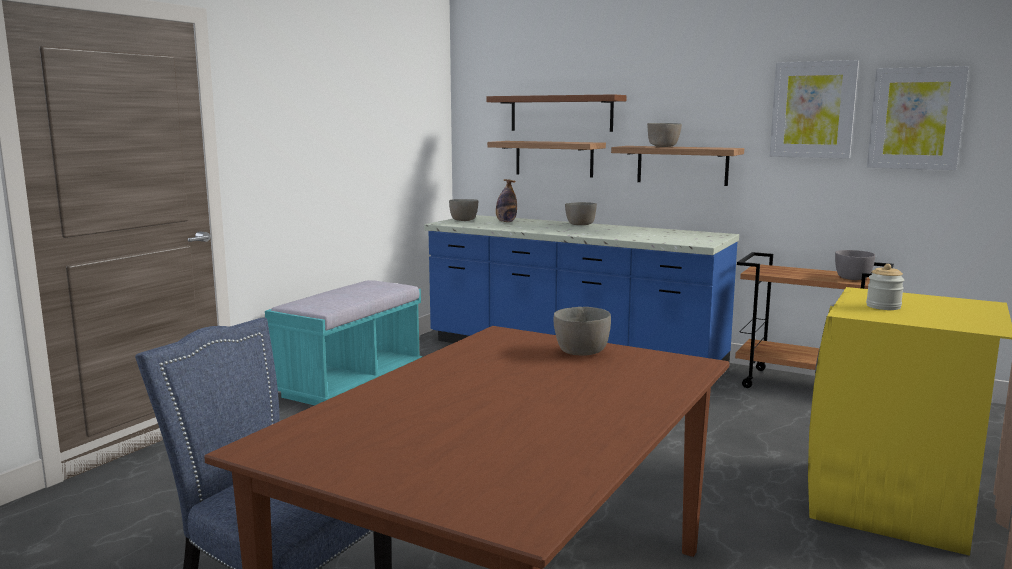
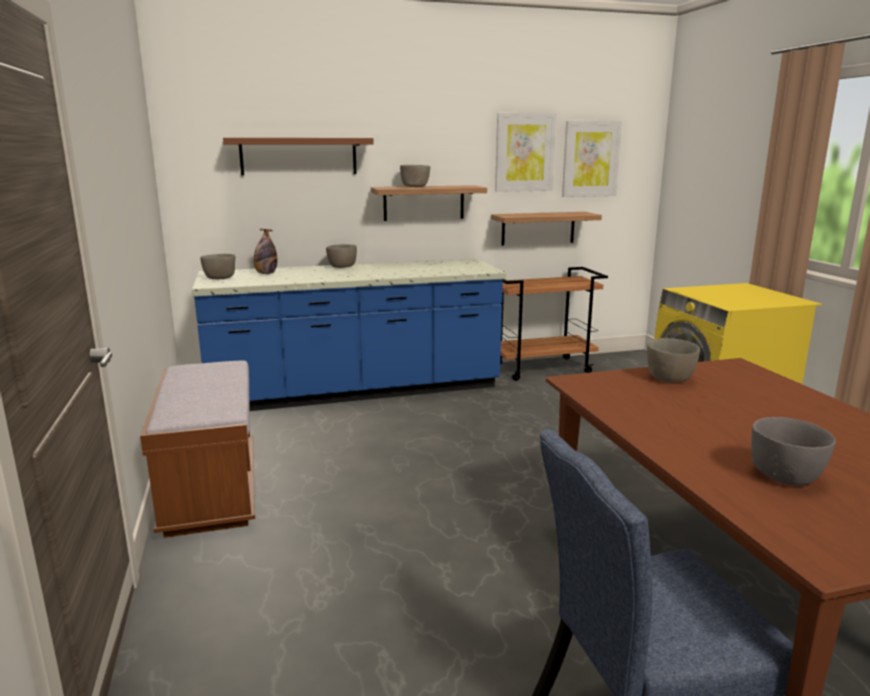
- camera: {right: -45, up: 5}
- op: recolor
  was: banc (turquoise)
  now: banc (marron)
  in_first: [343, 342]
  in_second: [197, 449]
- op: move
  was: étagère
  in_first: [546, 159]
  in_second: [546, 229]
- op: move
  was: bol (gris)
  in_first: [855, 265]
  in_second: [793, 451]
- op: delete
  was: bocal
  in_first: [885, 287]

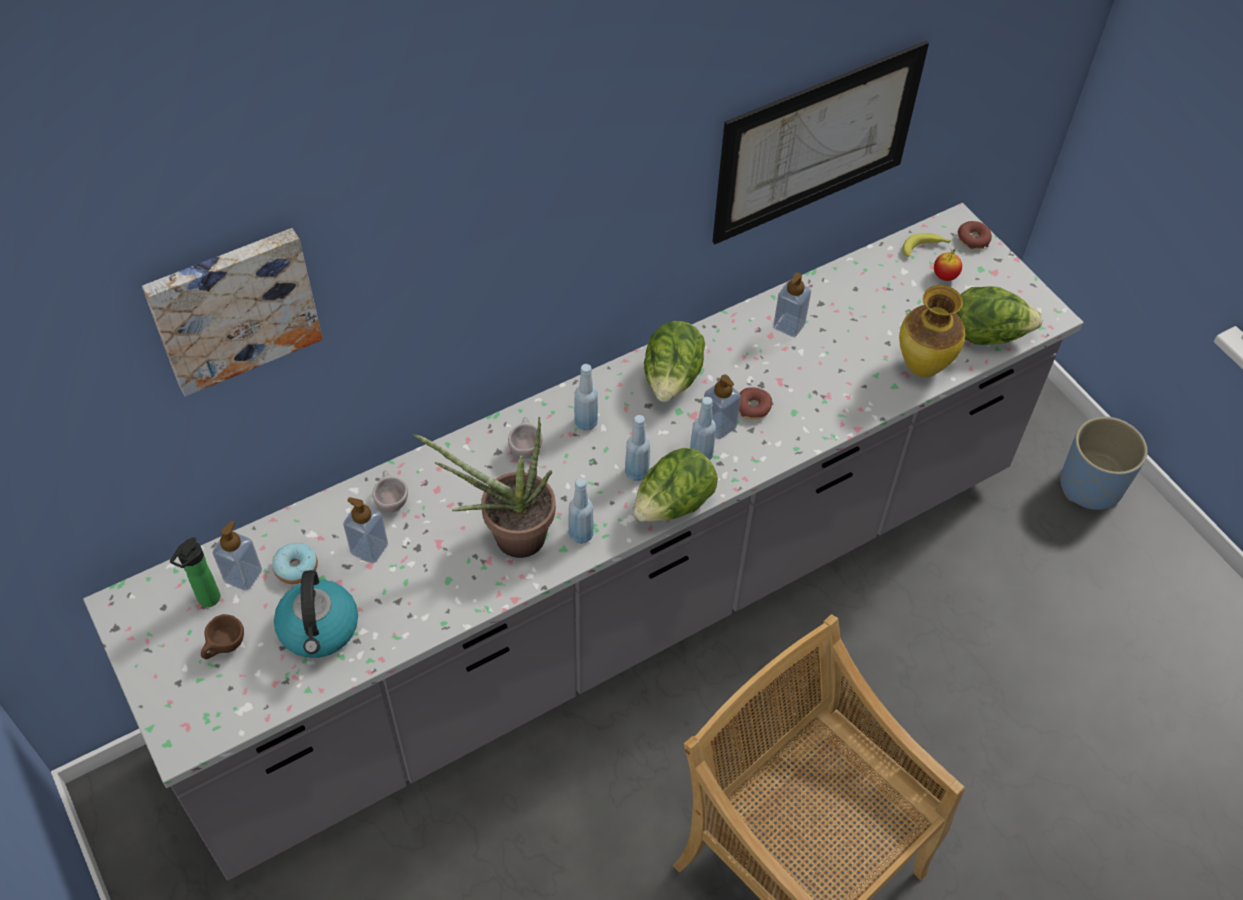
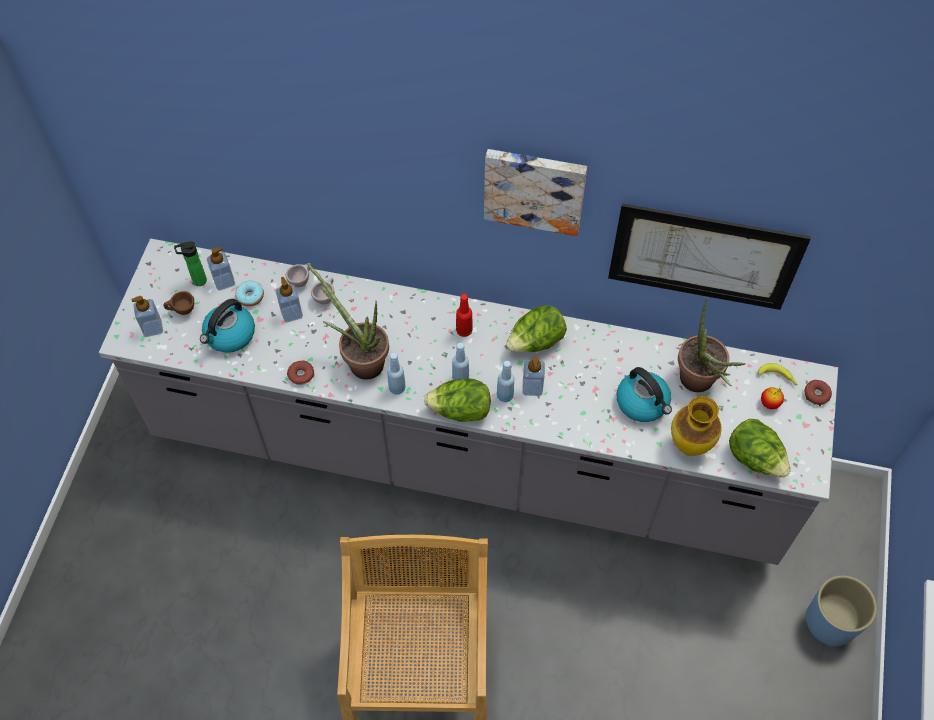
- camera: {right: 45, up: 5}
- op: move
  was: tableau
  in_first: [232, 312]
  in_second: [535, 192]
- op: move
  was: tasse (beige)
  in_first: [525, 437]
  in_second: [299, 275]
- op: recolor
  was: bouteille (bleu)
  now: bouteille (rouge)
  in_first: [586, 397]
  in_second: [464, 315]
- op: move
  was: beignet
  in_first: [755, 403]
  in_second: [300, 373]
- op: move
  was: distributeur de savon
  in_first: [792, 305]
  in_second: [147, 316]
- op: insert
  now: bouilloire
  in_second: [644, 394]
- op: insert
  now: plante en pot
  in_second: [712, 344]

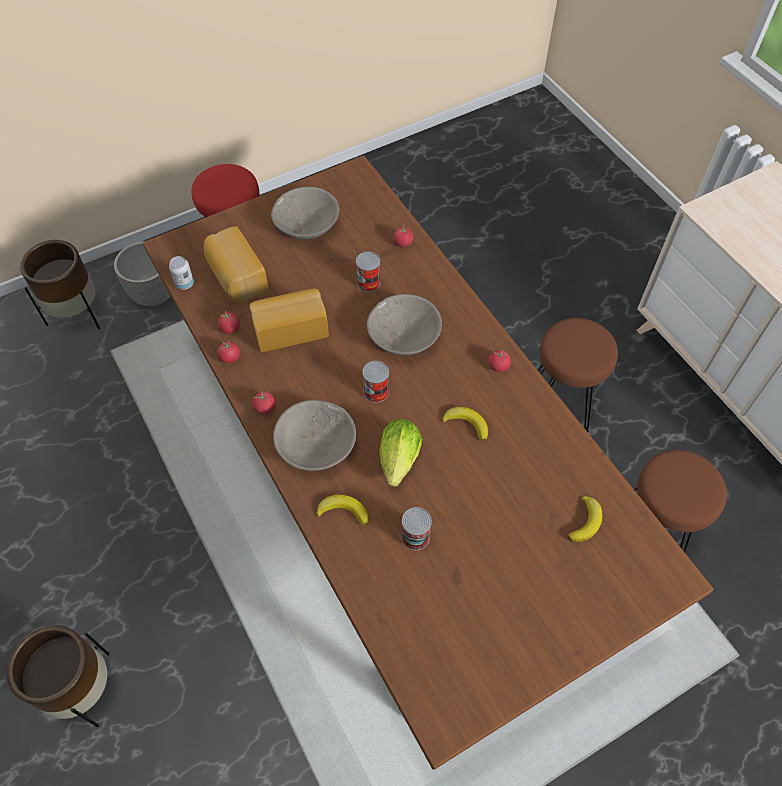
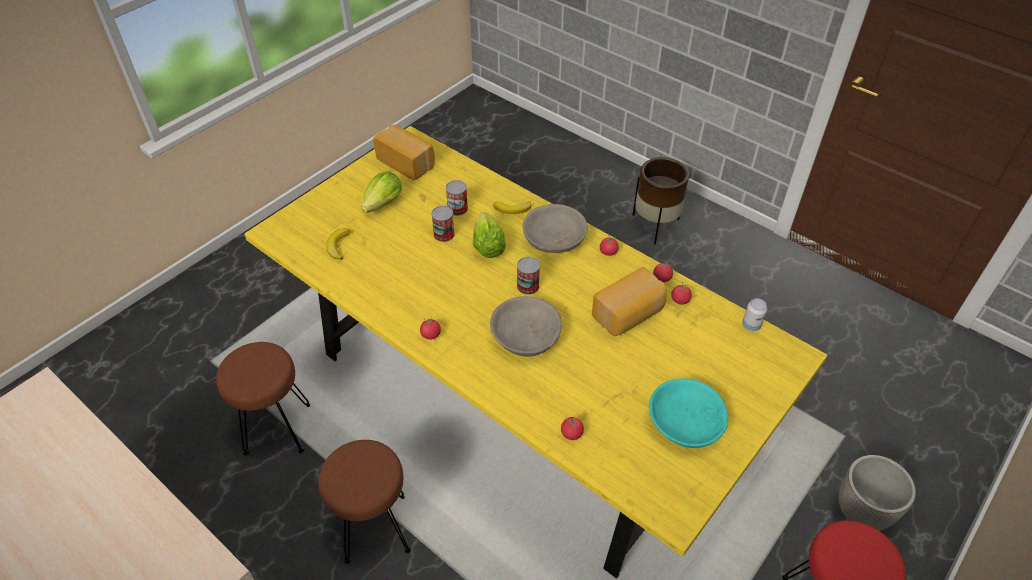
- camera: {right: 160, up: -10}
- op: delete
  was: cache-pot (marron)
  in_first: [60, 284]
- op: recolor
  was: table à manger (marron)
  now: table à manger (jaune)
  in_first: [428, 462]
  in_second: [535, 352]
- op: move
  was: pain
  in_first: [236, 264]
  in_second: [404, 152]
- op: recolor
  was: bol (gris)
  now: bol (turquoise)
  in_first: [305, 213]
  in_second: [688, 413]
- op: move
  was: boîte métallique
  in_first: [368, 272]
  in_second: [443, 224]
- op: delete
  was: banane
  in_first: [465, 424]
- op: insert
  now: laitue
  in_second: [381, 192]

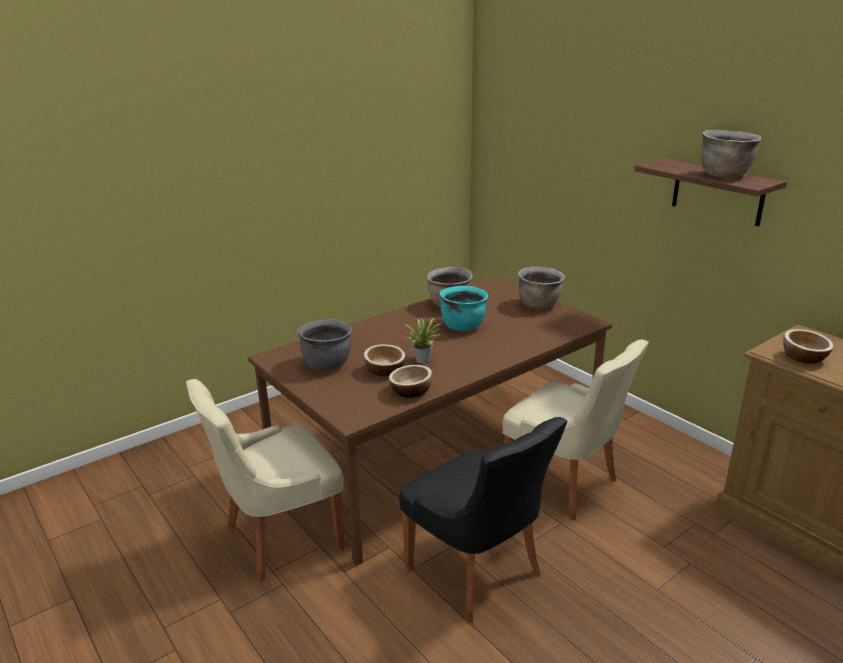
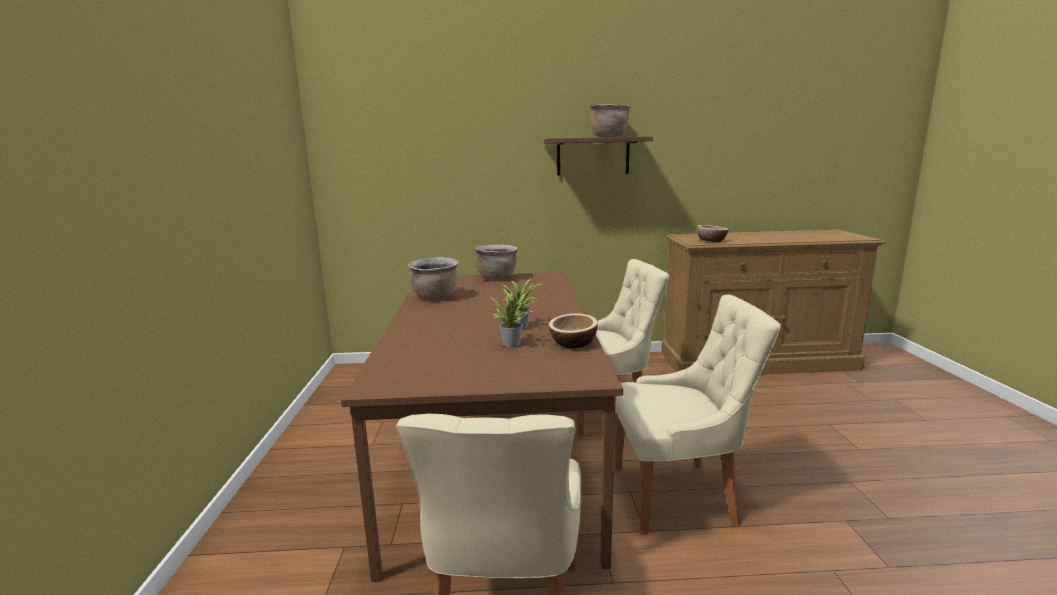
- camera: {right: -55, up: -10}
- op: delete
  was: marmite (gris)
  in_first: [324, 345]
- op: replace
  was: bol
  now: plante en pot
  in_first: [384, 360]
  in_second: [512, 319]
- op: recolor
  was: chaise (noir)
  now: chaise (beige)
  in_first: [483, 519]
  in_second: [698, 414]
- op: delete
  was: marmite (turquoise)
  in_first: [463, 308]

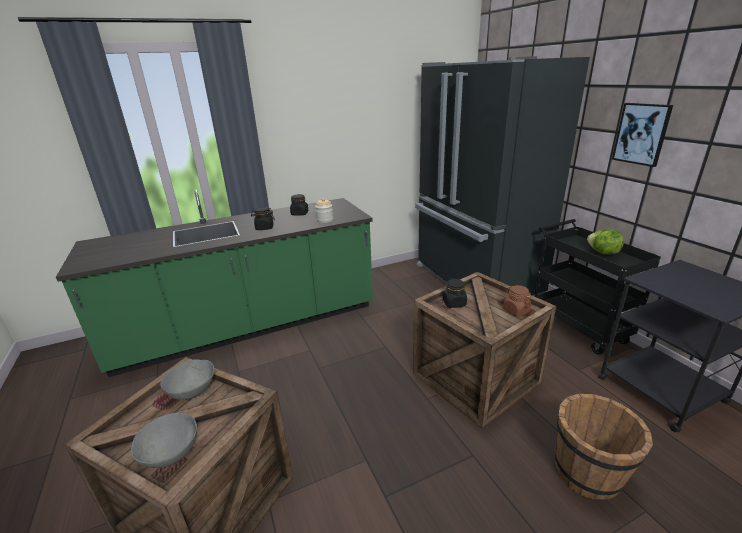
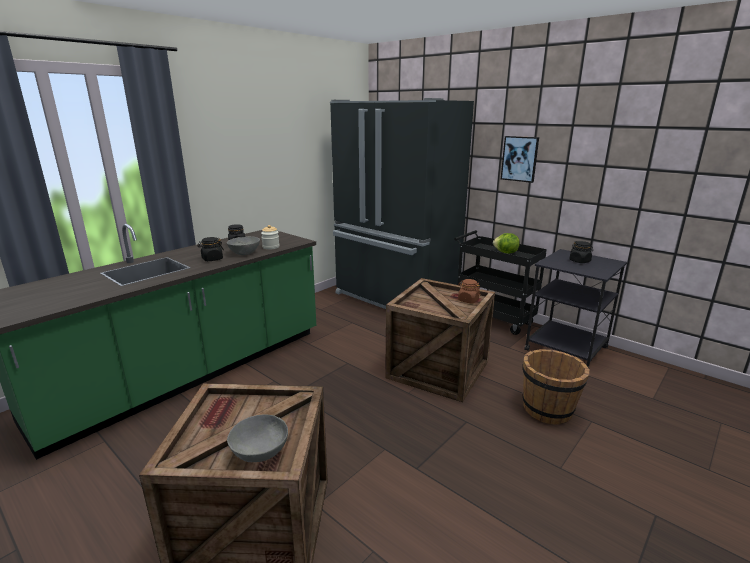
- camera: {right: -25, up: -5}
- op: move
  was: bol (gris)
  in_first: [187, 380]
  in_second: [243, 245]
- op: move
  was: bocal (noir)
  in_first: [455, 293]
  in_second: [581, 252]

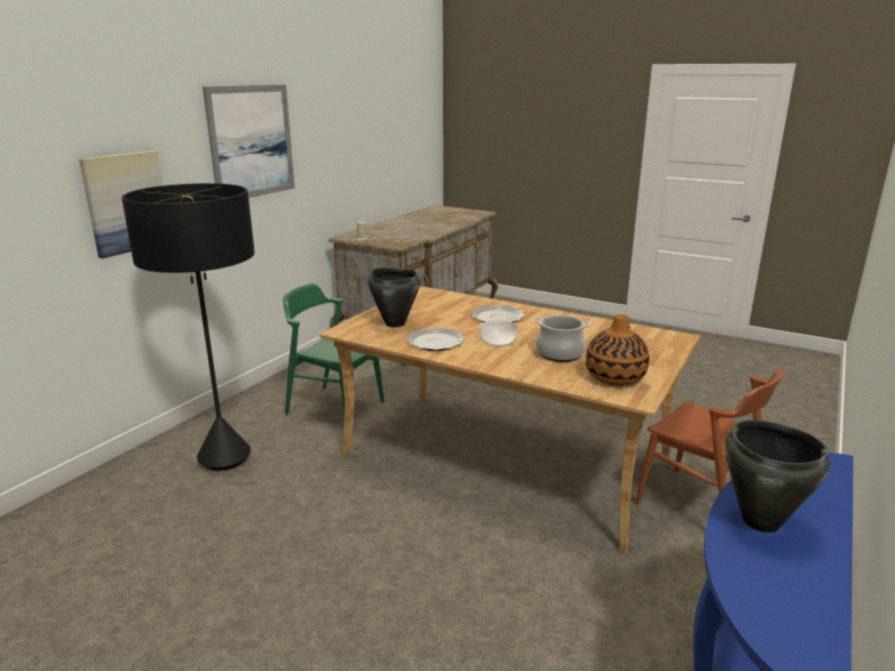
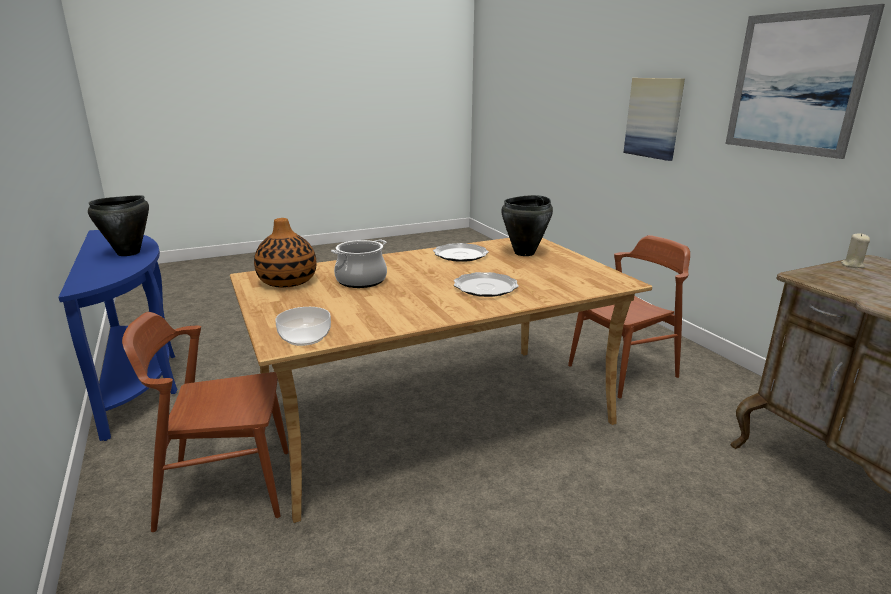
- camera: {right: 125, up: 0}
- op: delete
  was: lampadaire (noir)
  in_first: [188, 327]
- op: recolor
  was: chaise (vert)
  now: chaise (marron)
  in_first: [333, 350]
  in_second: [629, 317]
- op: move
  was: bol
  in_first: [499, 333]
  in_second: [303, 326]

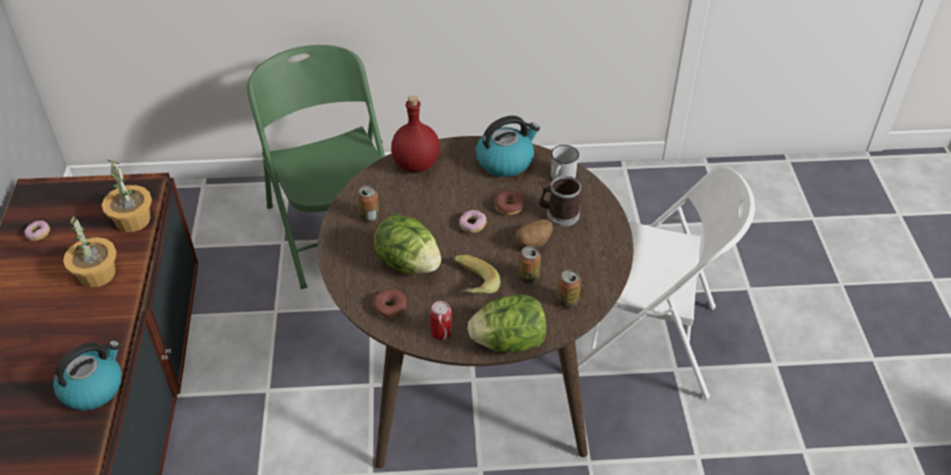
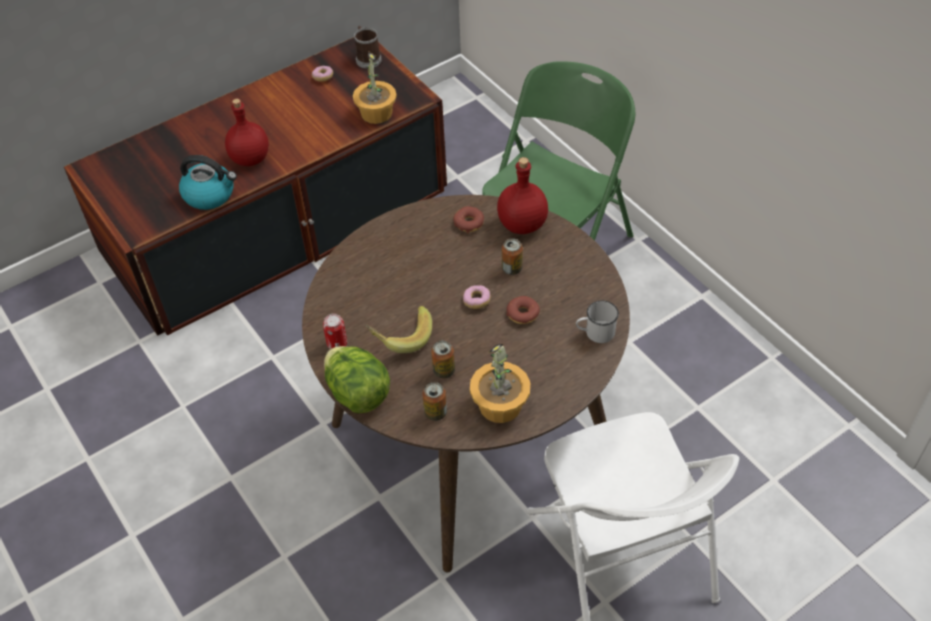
- camera: {right: 60, up: 5}
- op: move
  was: plante en pot
  in_first: [90, 250]
  in_second: [500, 383]
- op: move
  was: boîte métallique
  in_first: [368, 203]
  in_second: [512, 256]
- op: move
  was: beignet
  in_first: [390, 303]
  in_second: [468, 219]
- op: delete
  was: laitue
  in_first: [407, 244]
- op: delete
  was: bouilloire
  in_first: [508, 146]
- op: delete
  was: pomme de terre
  in_first: [534, 233]
- op: move
  was: mug
  in_first: [560, 201]
  in_second: [368, 47]
- op: insert
  now: bouteille (rouge)
  in_second: [247, 132]

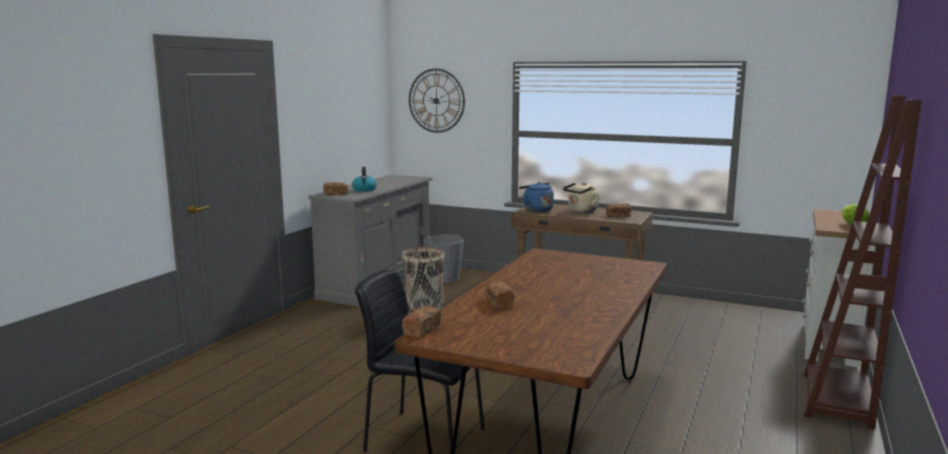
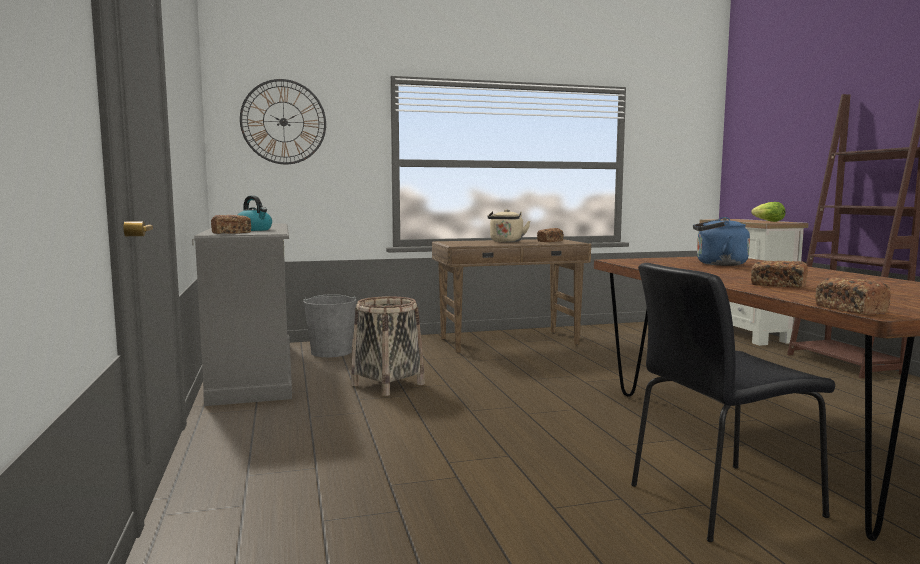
- camera: {right: -40, up: -5}
- op: move
  was: bouilloire (bleu)
  in_first: [536, 197]
  in_second: [721, 241]

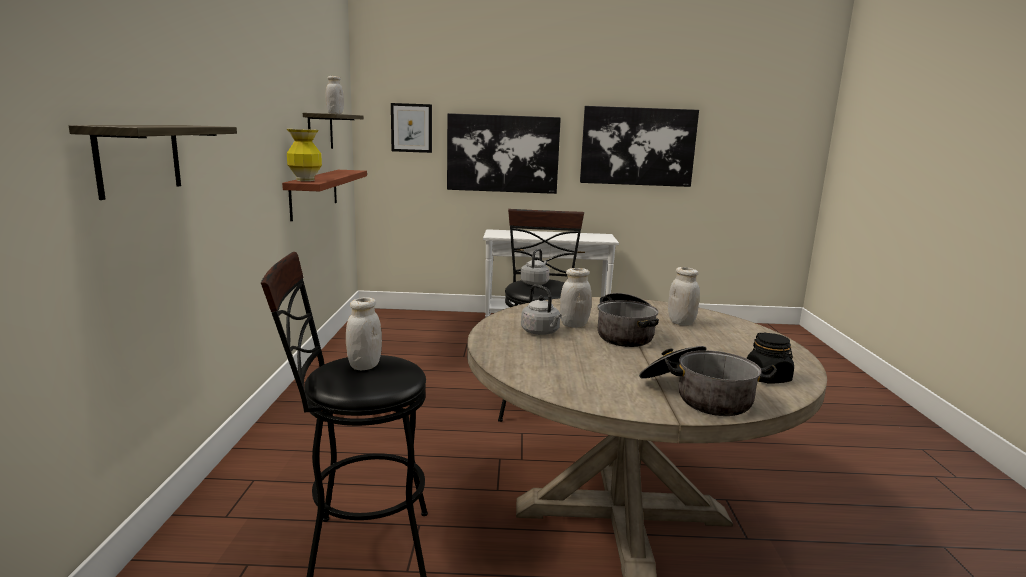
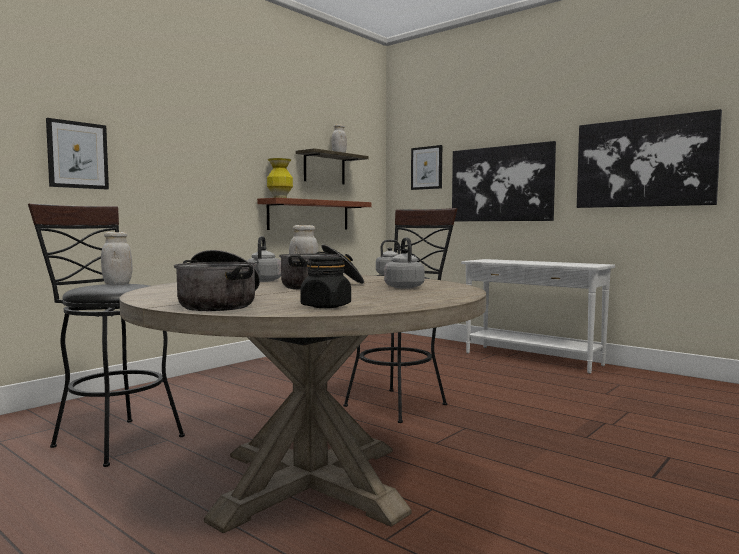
- camera: {right: 40, up: -10}
- op: replace
  was: étagère
  now: tableau
  in_first: [153, 162]
  in_second: [77, 154]
- op: replace
  was: bocal (blanc)
  now: bouilloire (gris)
  in_first: [684, 296]
  in_second: [404, 263]

